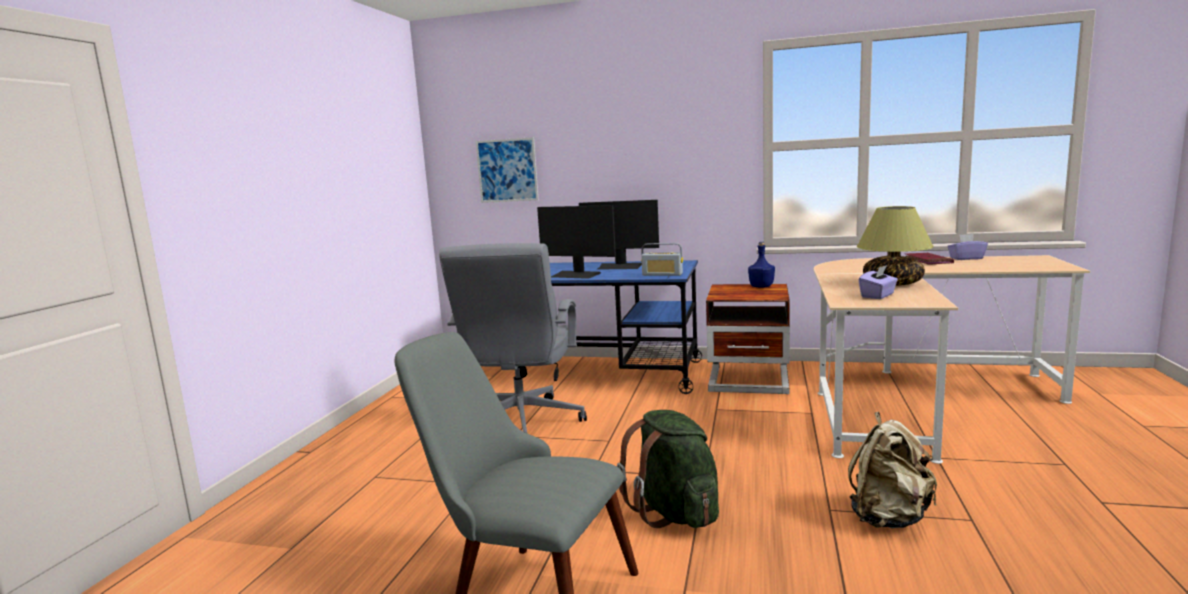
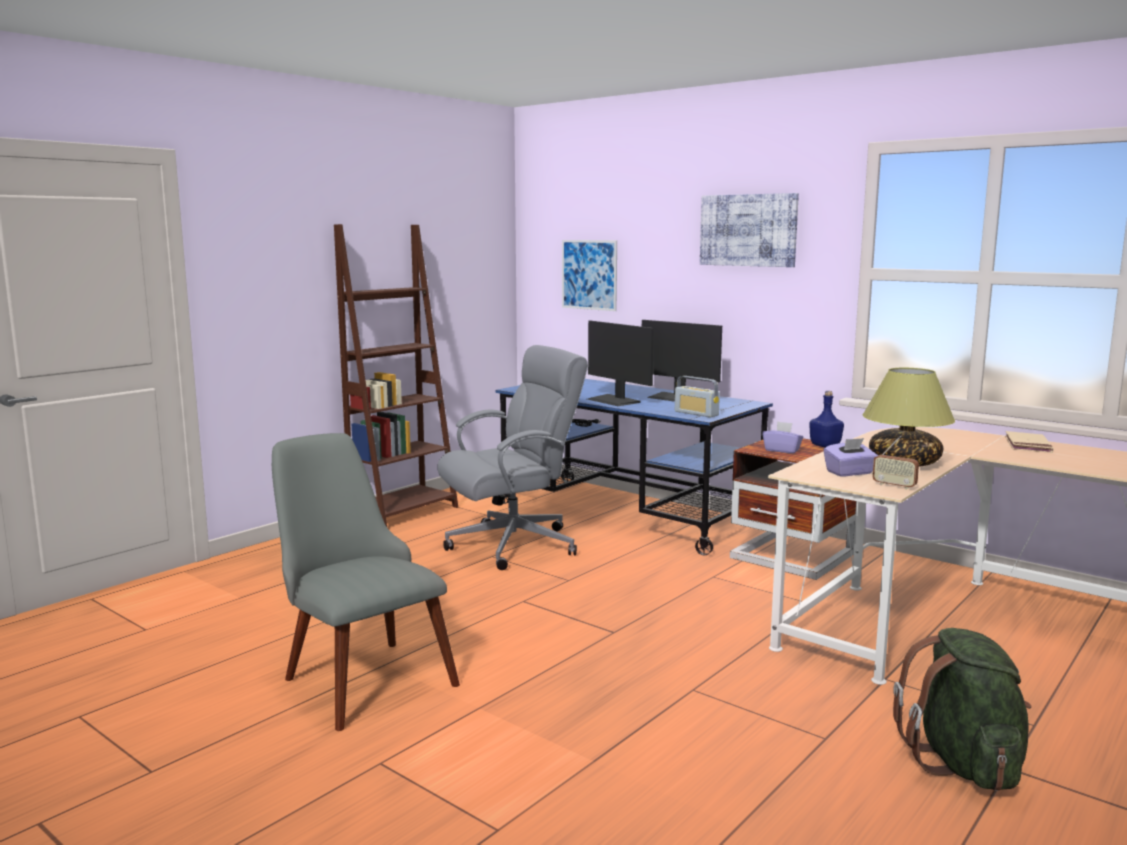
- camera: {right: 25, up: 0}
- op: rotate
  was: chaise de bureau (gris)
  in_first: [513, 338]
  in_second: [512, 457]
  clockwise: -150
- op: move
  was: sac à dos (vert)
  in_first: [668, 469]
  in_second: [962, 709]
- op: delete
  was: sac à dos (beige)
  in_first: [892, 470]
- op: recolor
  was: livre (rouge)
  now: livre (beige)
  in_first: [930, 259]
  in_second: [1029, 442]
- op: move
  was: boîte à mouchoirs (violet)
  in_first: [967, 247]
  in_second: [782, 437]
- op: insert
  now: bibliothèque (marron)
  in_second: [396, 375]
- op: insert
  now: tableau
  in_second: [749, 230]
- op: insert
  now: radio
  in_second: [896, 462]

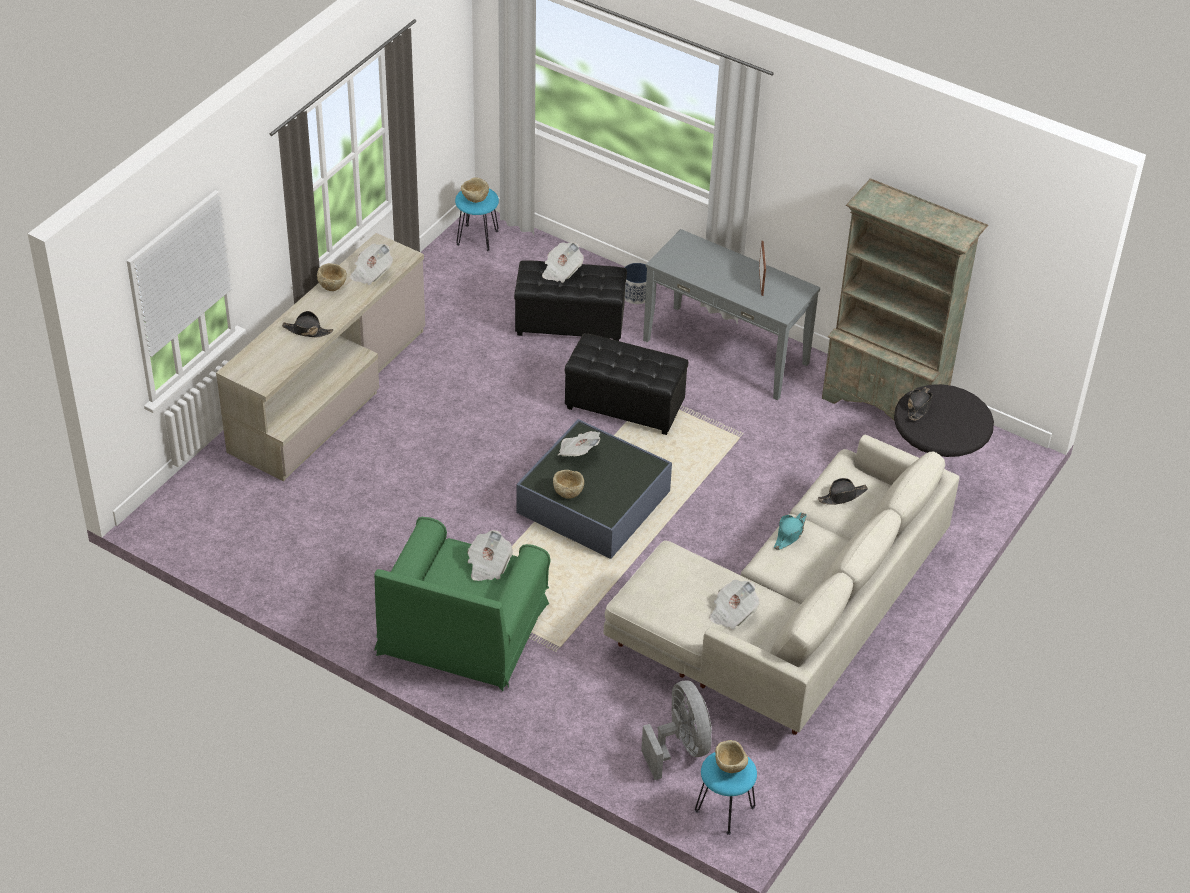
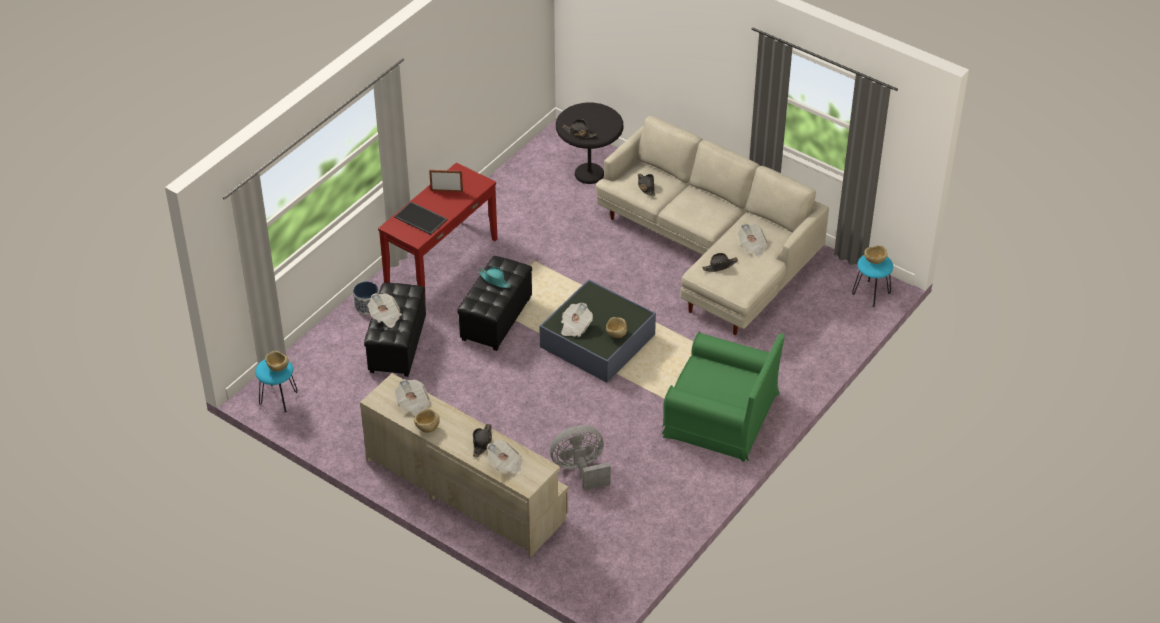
- camera: {right: -85, up: 0}
- op: move
  was: journal
  in_first: [490, 555]
  in_second: [504, 457]
- op: move
  was: ventilateur (gris)
  in_first: [676, 730]
  in_second: [580, 458]
- op: recolor
  was: table console (gris)
  now: table console (rouge)
  in_first: [731, 314]
  in_second: [437, 233]
- op: move
  was: chapeau (turquoise)
  in_first: [790, 531]
  in_second: [494, 277]
- op: delete
  was: bibliothèque (vert)
  in_first: [905, 299]
- op: insert
  now: plateau
  in_second: [420, 218]
- op: insert
  now: chapeau (noir)
  in_second: [720, 262]

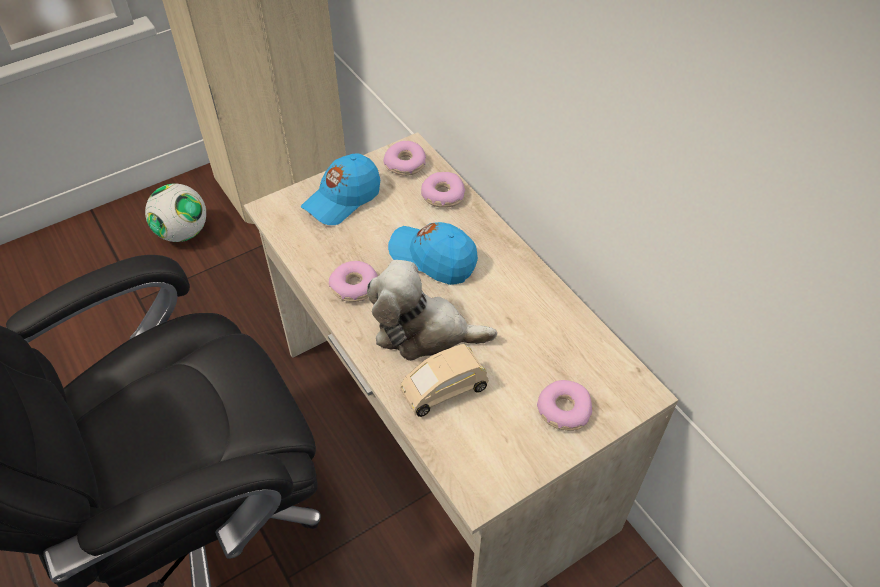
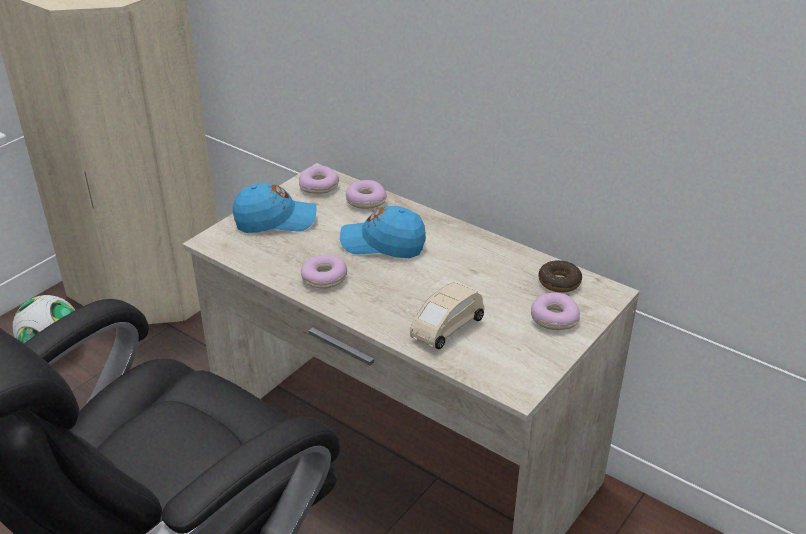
- camera: {right: -20, up: -15}
- op: rotate
  was: casquette (bleu)
  in_first: [340, 189]
  in_second: [275, 208]
  clockwise: -120
- op: delete
  was: peluche
  in_first: [432, 310]
- op: insert
  now: beignet
  in_second: [560, 276]

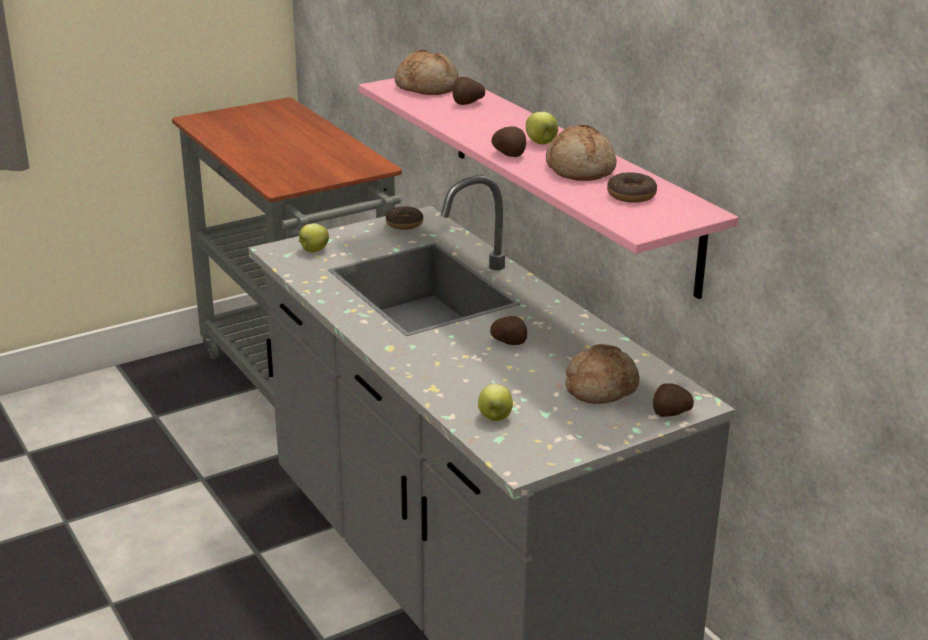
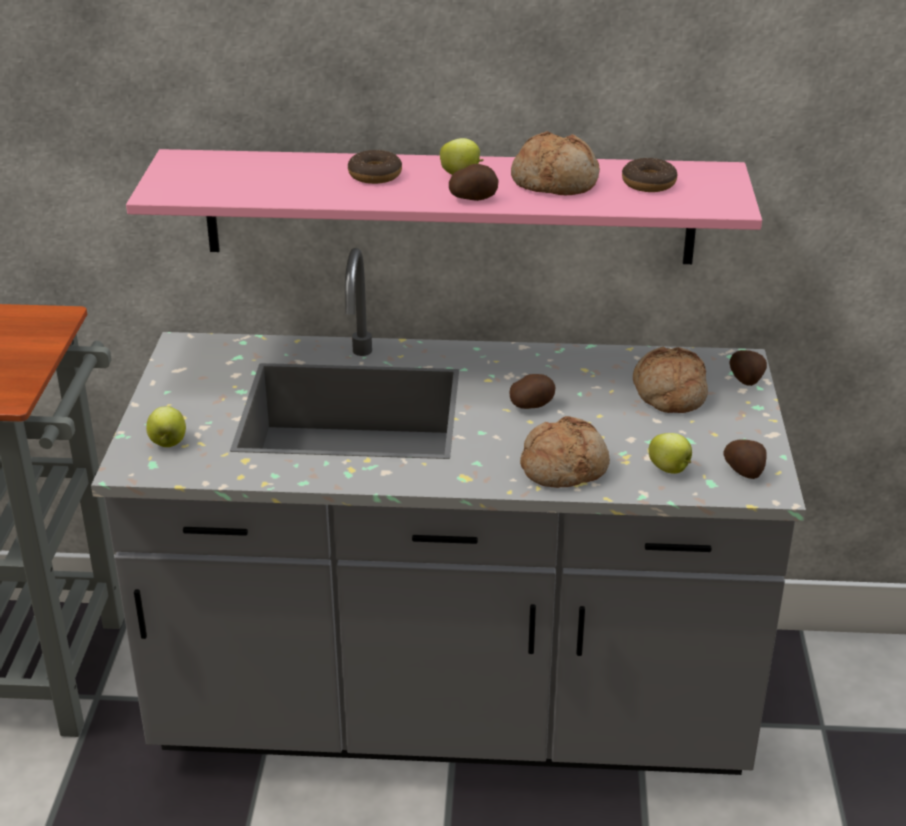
- camera: {right: -55, up: 5}
- op: move
  was: beignet
  in_first: [404, 218]
  in_second: [375, 167]
- op: move
  was: pain
  in_first: [427, 72]
  in_second: [565, 452]
- op: move
  was: pomme de terre
  in_first: [468, 91]
  in_second: [745, 459]

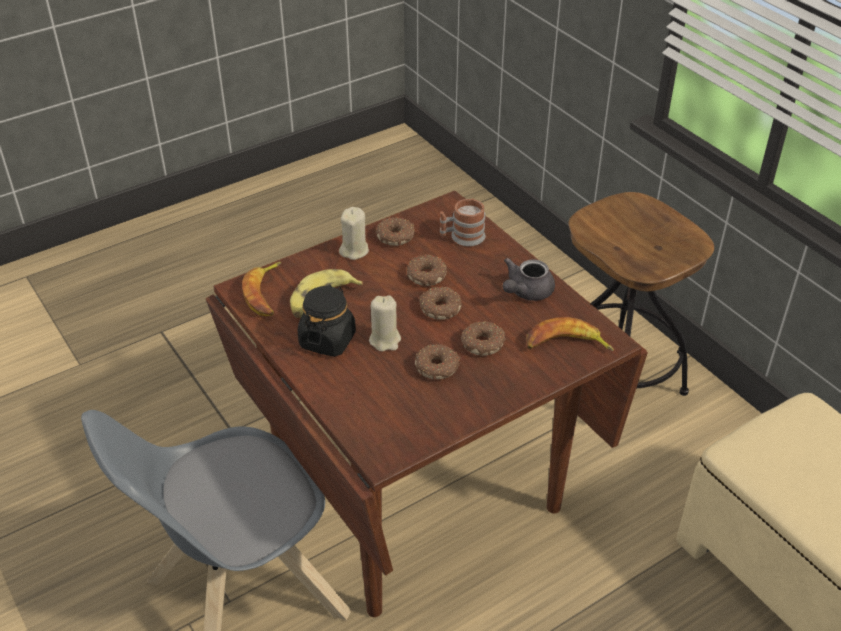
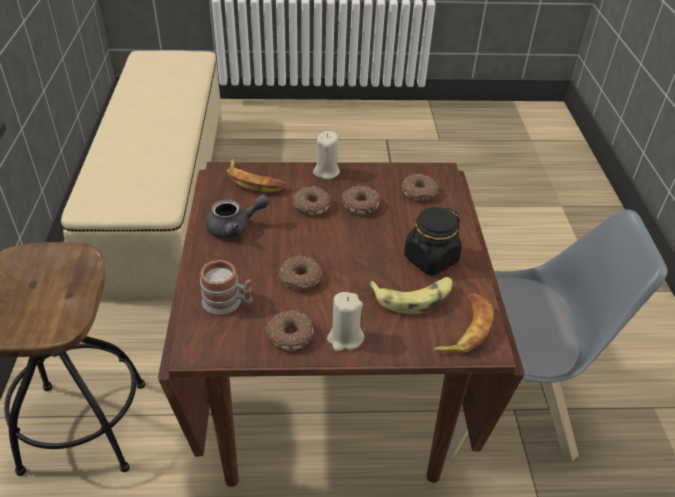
- camera: {right: -150, up: 0}
- op: move
  was: bougie (beige)
  in_first: [385, 324]
  in_second: [326, 155]
- op: move
  was: beignet
  in_first: [440, 303]
  in_second: [420, 187]

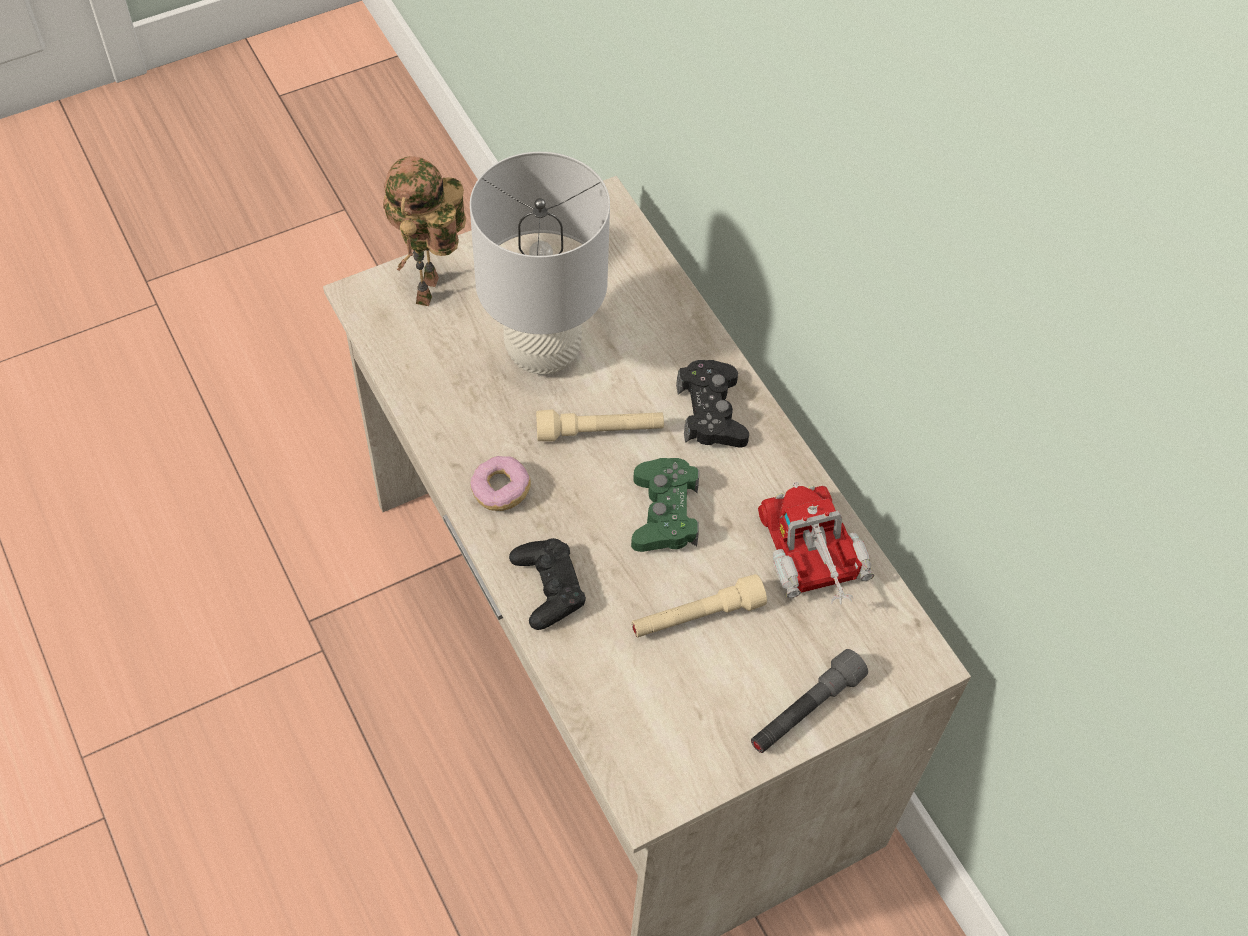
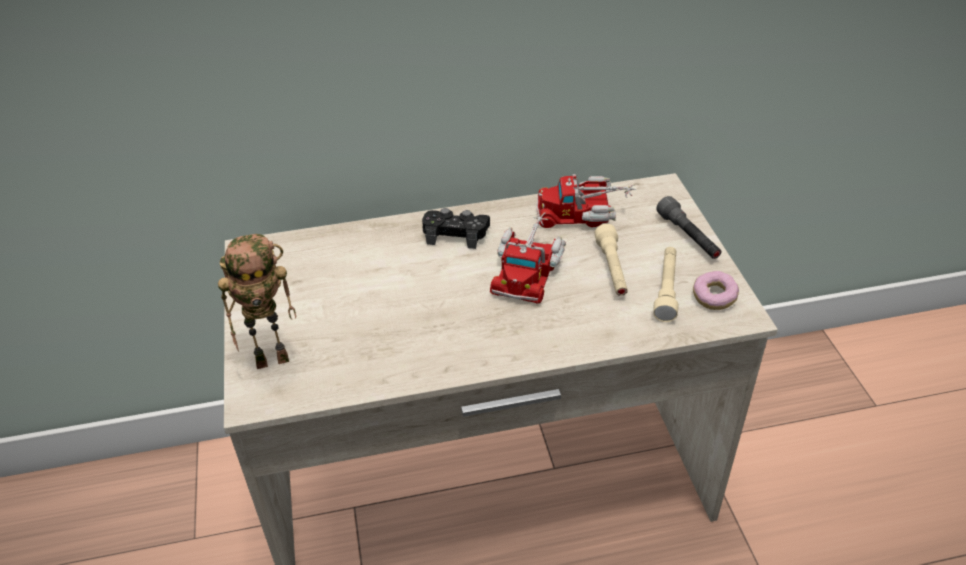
- camera: {right: -70, up: -15}
- op: rotate
  was: robot jouet
  in_first: [424, 231]
  in_second: [257, 301]
  clockwise: -45
- op: delete
  was: lampe de table (gris)
  in_first: [540, 263]
- op: move
  was: beignet
  in_first: [500, 483]
  in_second: [716, 290]
- op: delete
  was: manette (noir)
  in_first: [547, 584]
- op: move
  was: lampe de poche (beige)
  in_first: [600, 425]
  in_second: [666, 284]
- op: replace
  was: manette (vert)
  now: camion jouet
  in_first: [665, 505]
  in_second: [528, 257]

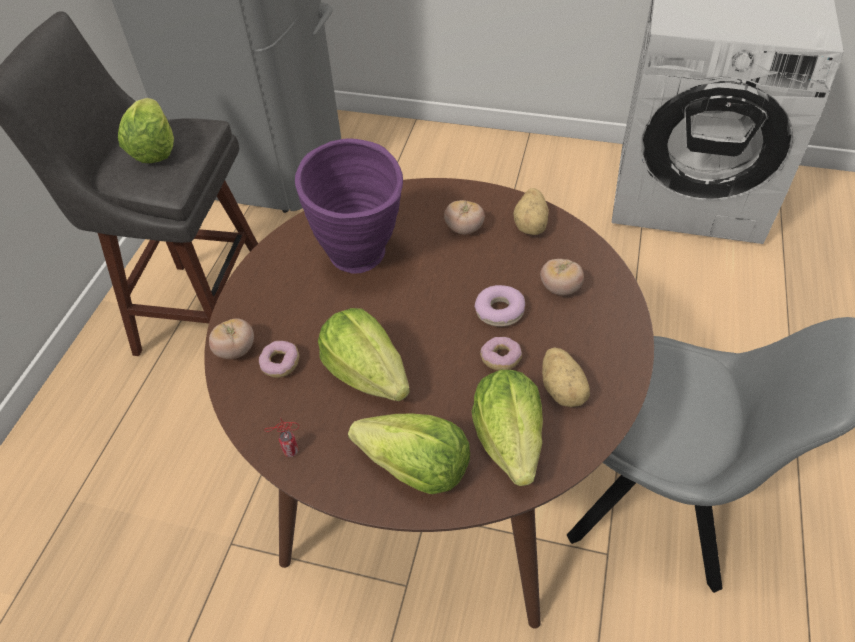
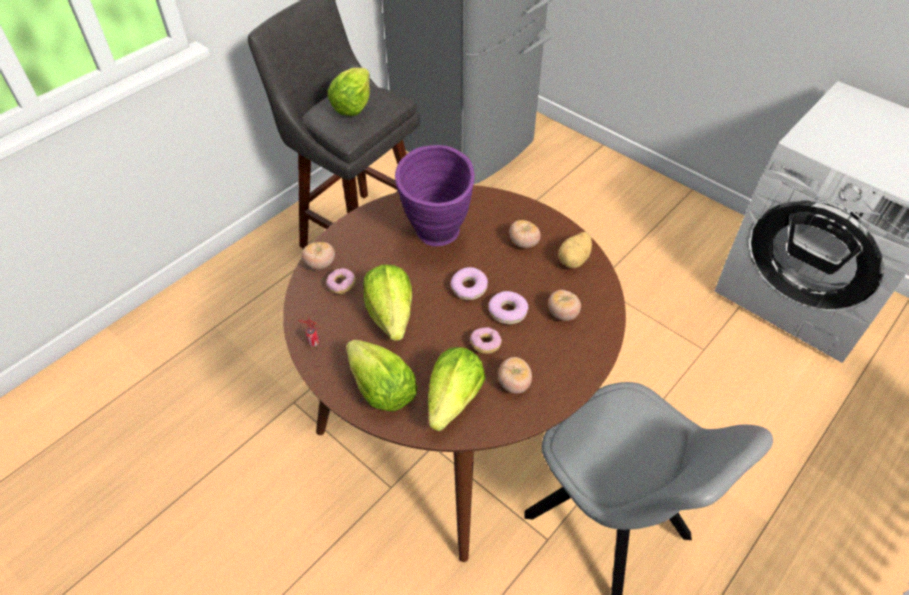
- camera: {right: 25, up: 0}
- op: replace
  was: pomme de terre
  now: tomate
  in_first: [566, 377]
  in_second: [515, 375]
- op: insert
  now: beignet
  in_second: [469, 283]

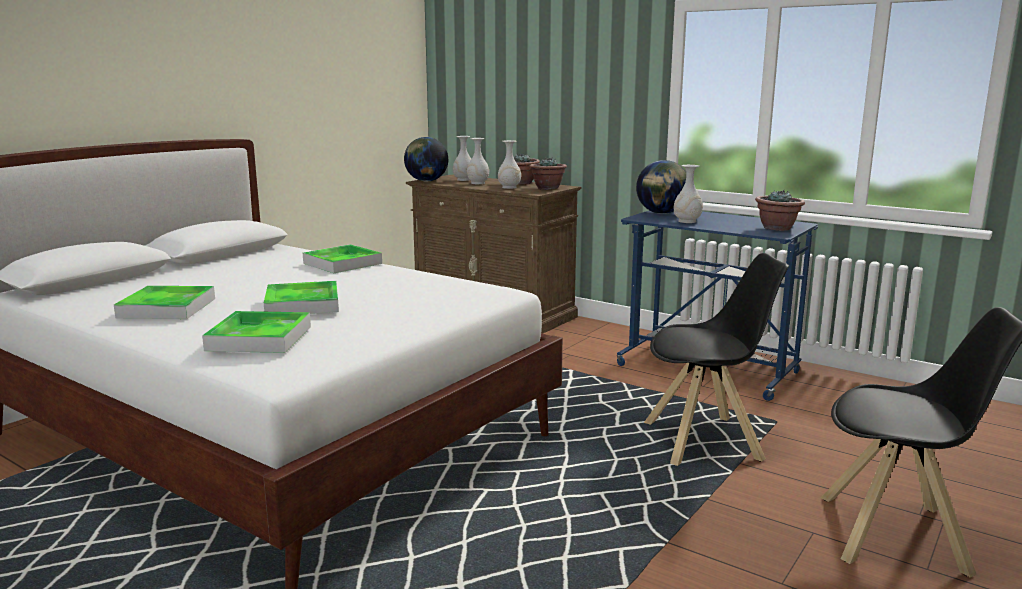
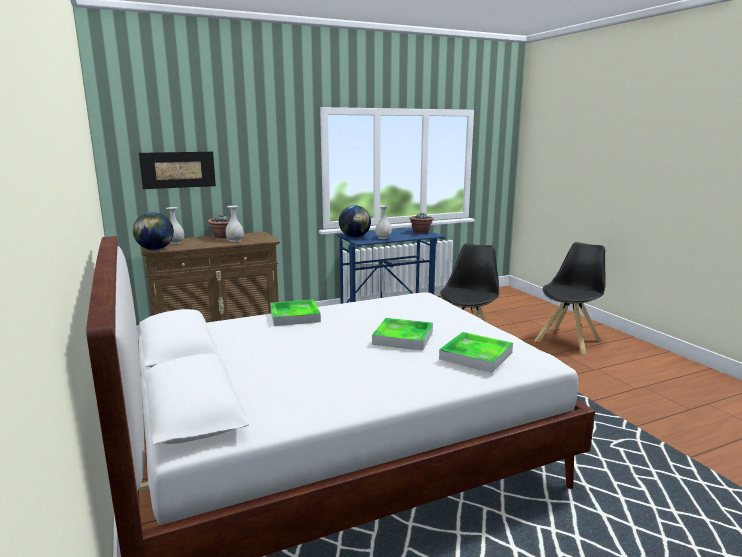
- camera: {right: -60, up: 0}
- op: delete
  was: plateau
  in_first: [164, 302]
- op: delete
  was: vase (blanc)
  in_first: [478, 161]
- op: delete
  was: plante en pot
  in_first: [548, 173]
- op: insert
  now: tableau
  in_second: [177, 170]

